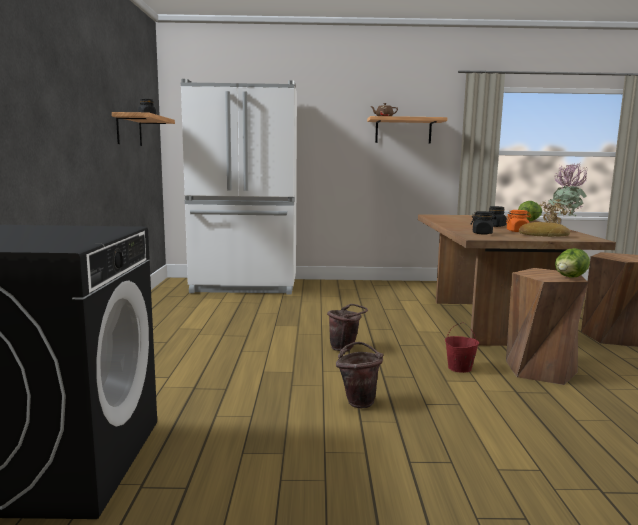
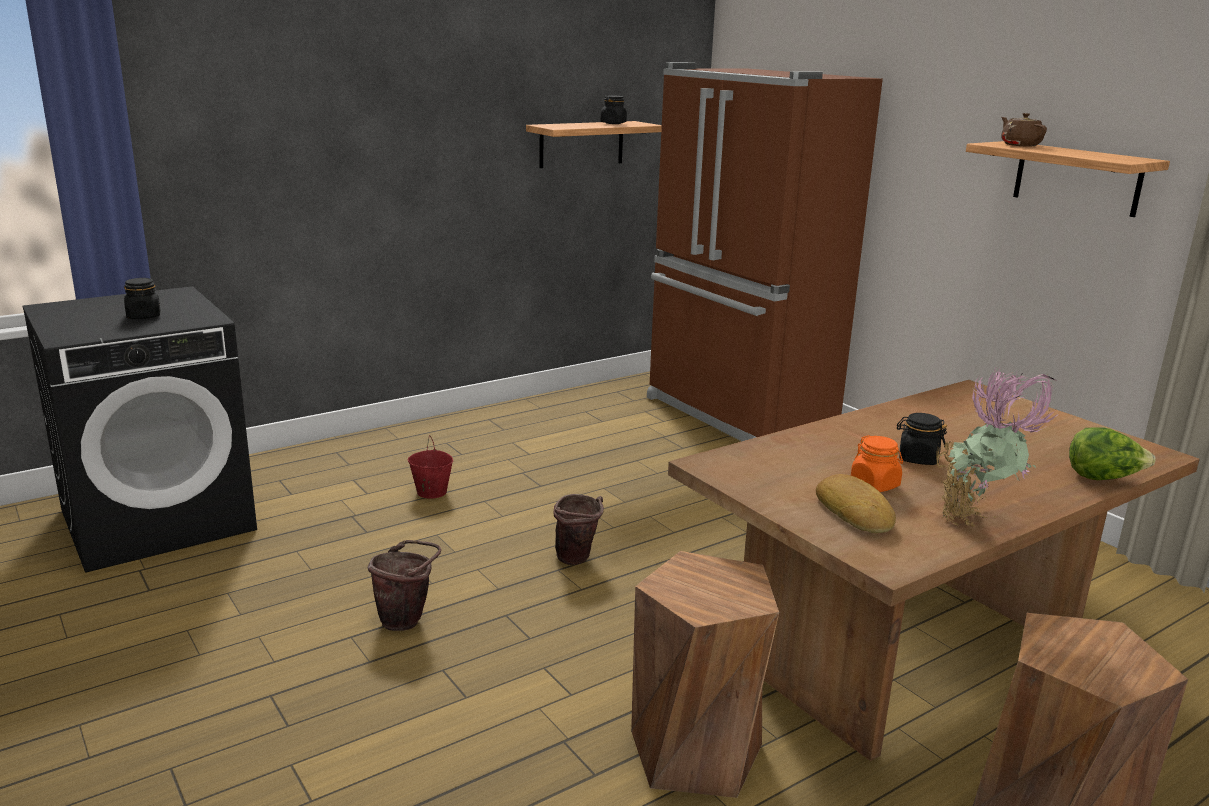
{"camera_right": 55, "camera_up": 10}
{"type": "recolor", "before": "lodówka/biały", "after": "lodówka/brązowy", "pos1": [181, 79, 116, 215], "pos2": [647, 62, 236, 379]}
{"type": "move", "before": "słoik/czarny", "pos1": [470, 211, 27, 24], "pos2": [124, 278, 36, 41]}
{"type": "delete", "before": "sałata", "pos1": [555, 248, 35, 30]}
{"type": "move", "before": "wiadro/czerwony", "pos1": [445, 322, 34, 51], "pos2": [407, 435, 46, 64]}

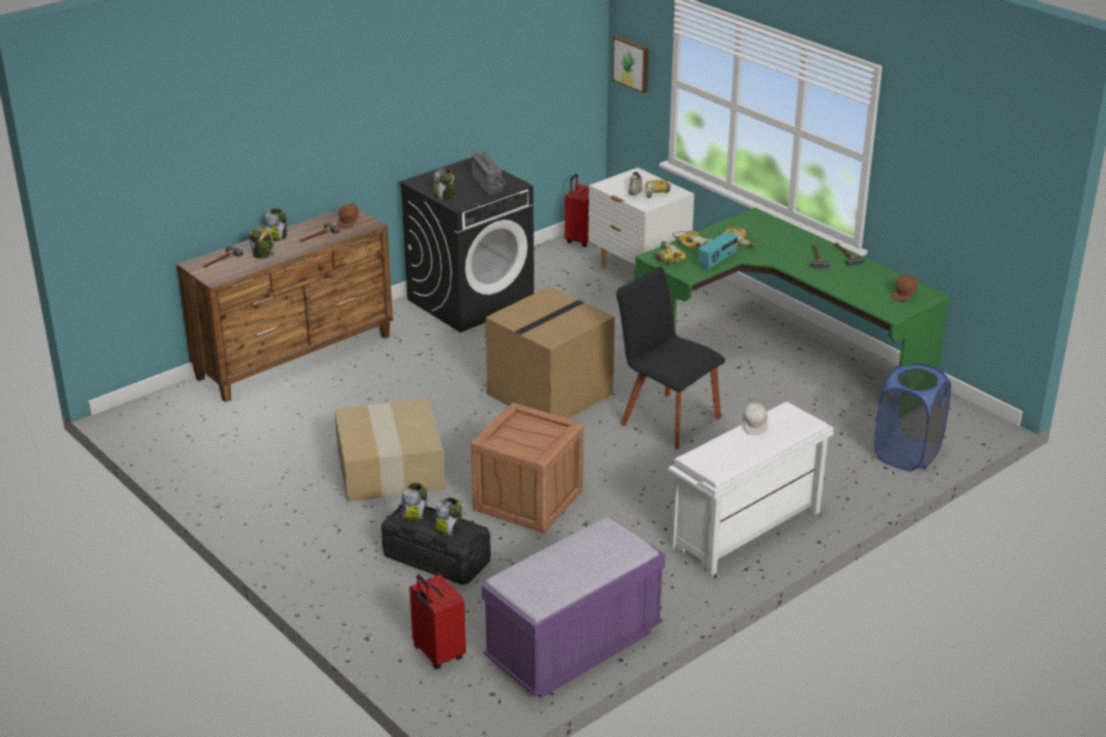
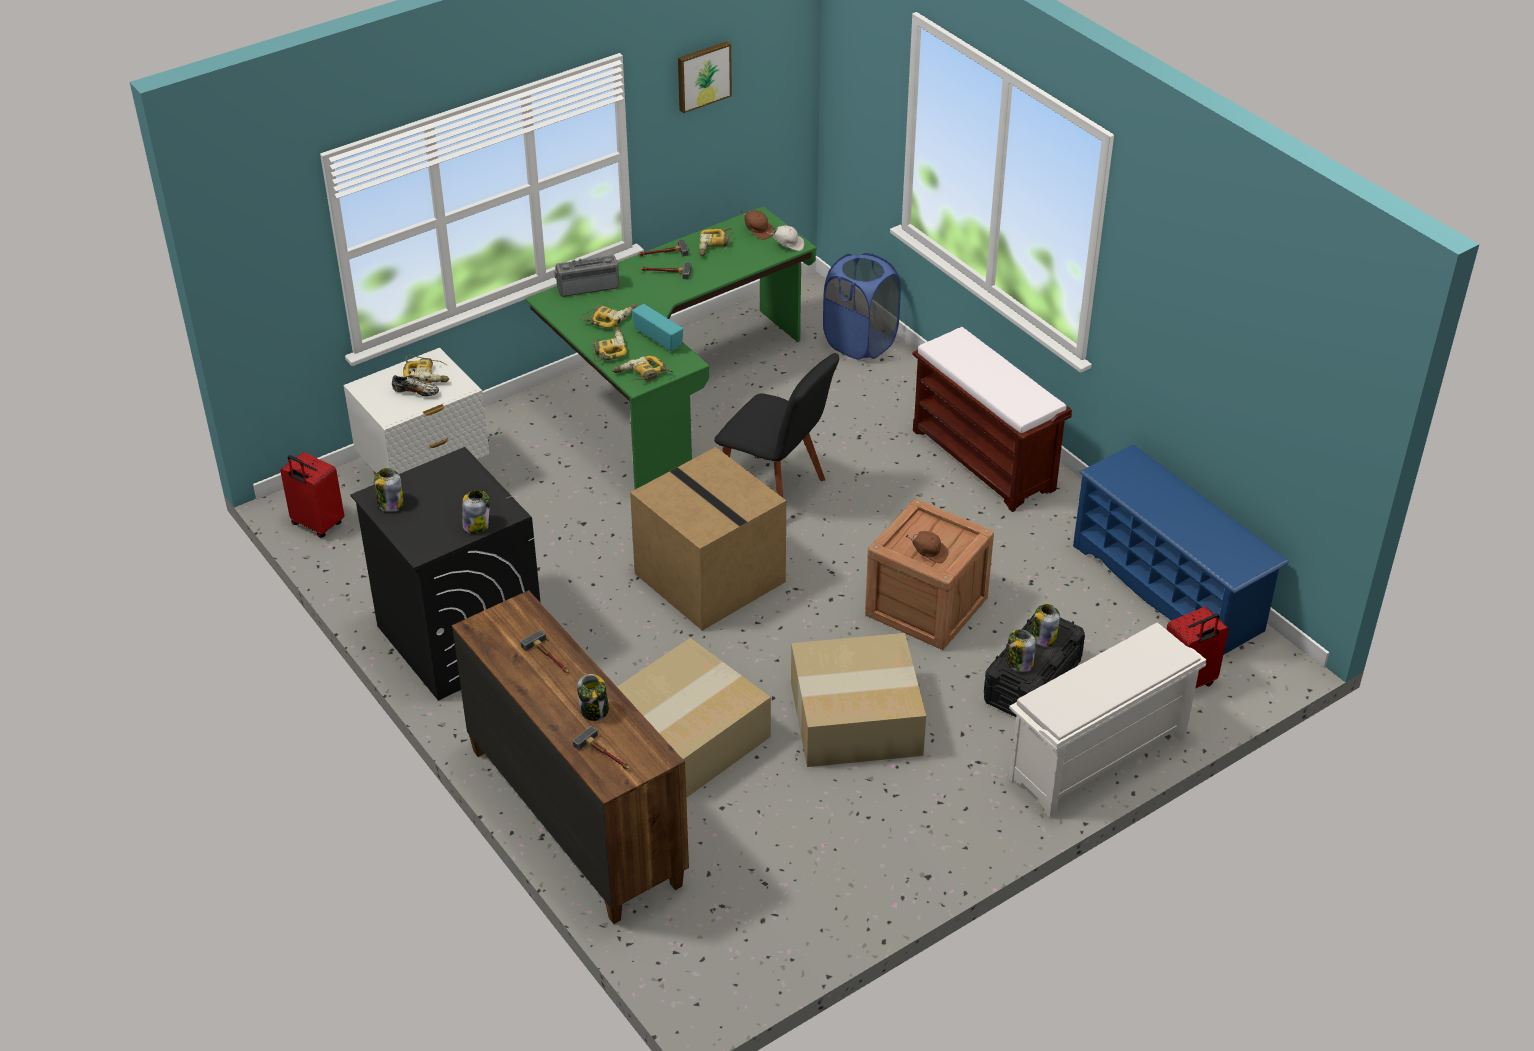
{"camera_right": -85, "camera_up": 10}
{"type": "move", "before": "obraz", "pos1": [612, 36, 37, 57], "pos2": [678, 41, 54, 72]}
{"type": "move", "before": "radio", "pos1": [472, 152, 34, 43], "pos2": [554, 255, 65, 42]}
{"type": "move", "before": "czapka z daszkiem/brązowy", "pos1": [337, 203, 22, 26], "pos2": [906, 531, 42, 32]}
{"type": "move", "before": "słoik", "pos1": [265, 208, 21, 33], "pos2": [374, 468, 30, 44]}
{"type": "rotate", "before": "krzesło/czarny", "pos1": [616, 266, 109, 183], "pos2": [714, 353, 125, 145], "turn": -105}
{"type": "move", "before": "czapka z daszkiem/biały", "pos1": [743, 400, 25, 35], "pos2": [767, 226, 37, 25]}
{"type": "recolor", "before": "ławka/biały", "after": "ławka/brązowy", "pos1": [668, 402, 166, 174], "pos2": [912, 327, 160, 185]}
{"type": "replace", "before": "ławka/fioletowy", "after": "regał na buty/niebieski", "pos1": [482, 517, 184, 181], "pos2": [1073, 445, 216, 210]}
{"type": "insert", "after": "wiertarka", "pos2": [699, 227, 34, 29]}
{"type": "insert", "after": "regał na buty/biały", "pos2": [1009, 623, 197, 195]}
{"type": "insert", "after": "karton", "pos2": [617, 638, 154, 160]}

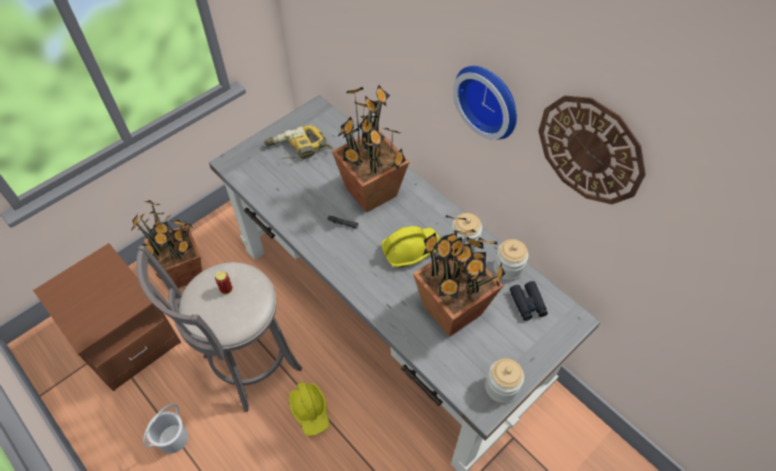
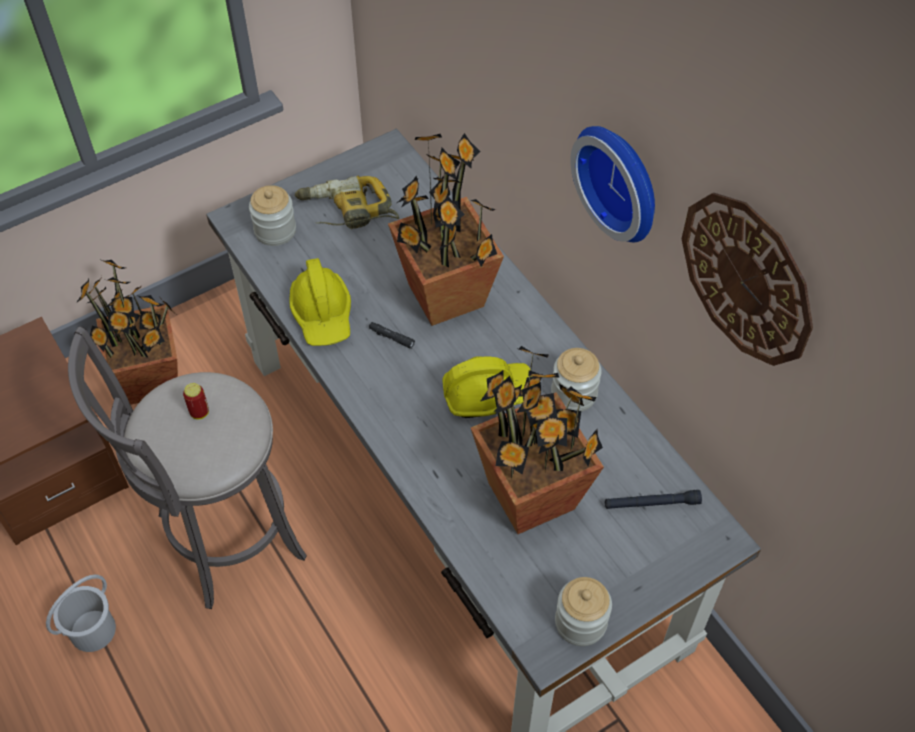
{"camera_right": 10, "camera_up": 0}
{"type": "move", "before": "słoik", "pos1": [494, 239, 34, 42], "pos2": [249, 185, 47, 61]}
{"type": "replace", "before": "lornetka/czarny", "after": "latarka/czarny", "pos1": [510, 281, 38, 40], "pos2": [605, 490, 97, 19]}
{"type": "move", "before": "kask/żółty", "pos1": [289, 381, 41, 55], "pos2": [289, 258, 62, 88]}

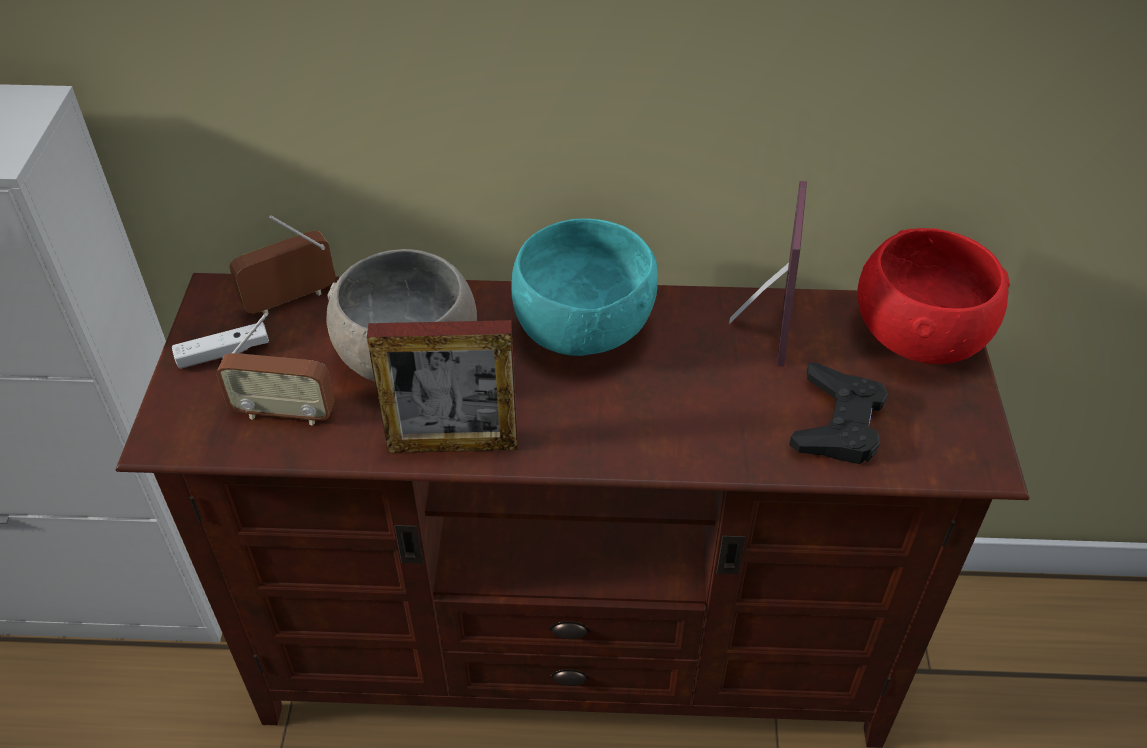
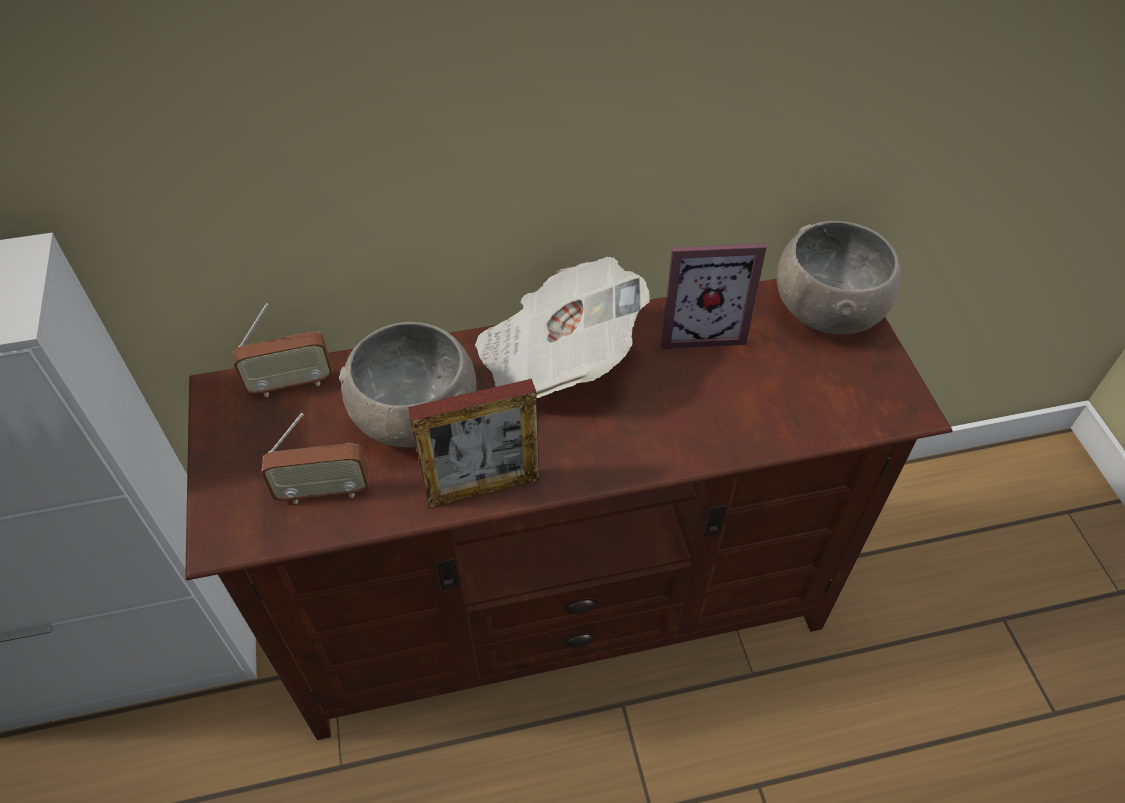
{"camera_right": -15, "camera_up": 5}
{"type": "rotate", "before": "ramka na zdjęcie", "pos1": [729, 181, 78, 185], "pos2": [661, 243, 106, 106], "turn": 90}
{"type": "rotate", "before": "radio", "pos1": [230, 215, 106, 100], "pos2": [233, 303, 100, 94], "turn": -150}
{"type": "replace", "before": "miska/turkusowy", "after": "gazeta", "pos1": [511, 219, 147, 137], "pos2": [475, 257, 175, 141]}
{"type": "recolor", "before": "miska/czerwony", "after": "miska/szary", "pos1": [857, 228, 153, 136], "pos2": [777, 221, 124, 114]}
{"type": "delete", "before": "pad do gier/biały", "pos1": [172, 322, 97, 47]}
{"type": "delete", "before": "pad do gier/czarny", "pos1": [789, 363, 99, 101]}

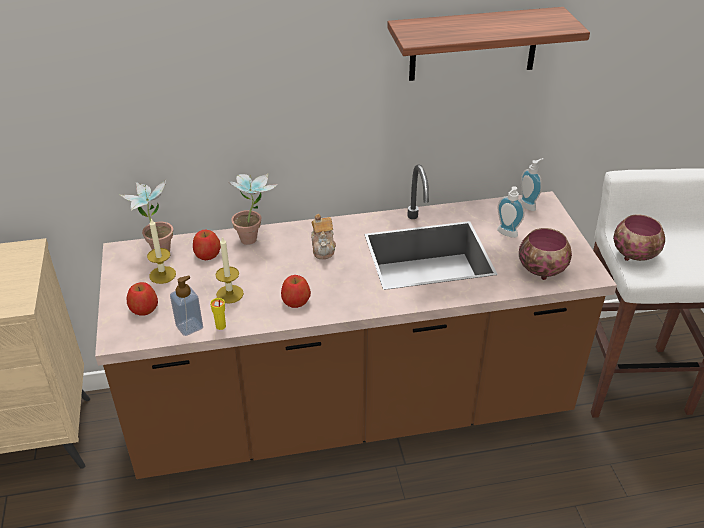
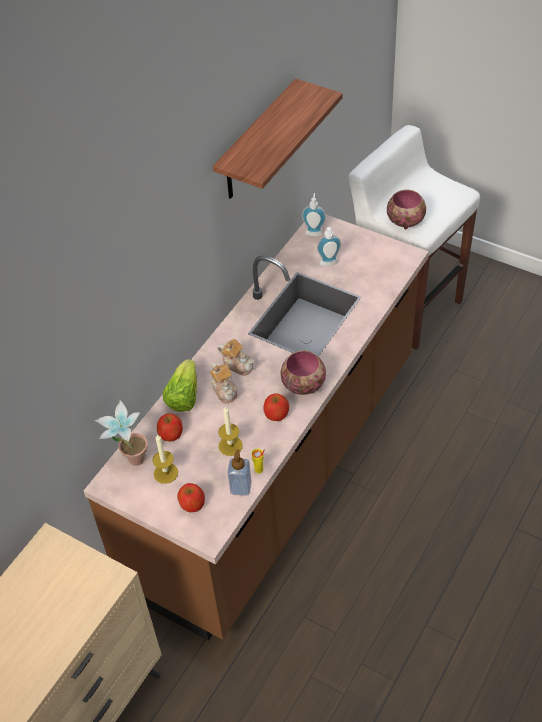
{"camera_right": -45, "camera_up": 10}
{"type": "replace", "before": "roślina doniczkowa", "after": "sałata", "pos1": [228, 173, 49, 72], "pos2": [163, 359, 34, 53]}
{"type": "move", "before": "miska", "pos1": [519, 228, 53, 52], "pos2": [280, 351, 46, 44]}
{"type": "insert", "after": "imbryk", "pos2": [210, 364, 28, 39]}

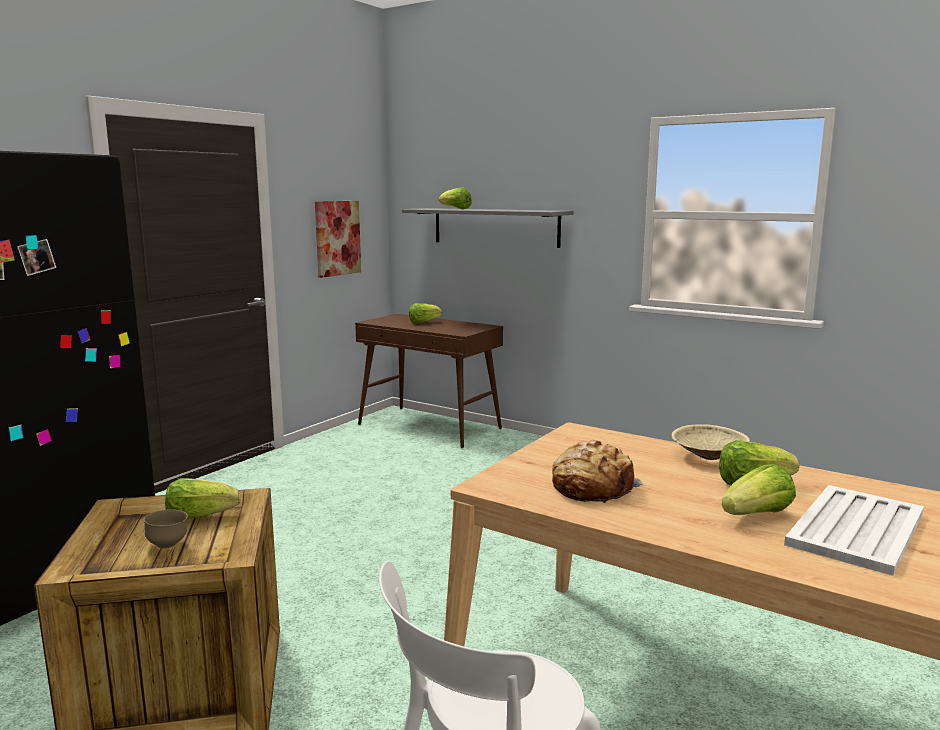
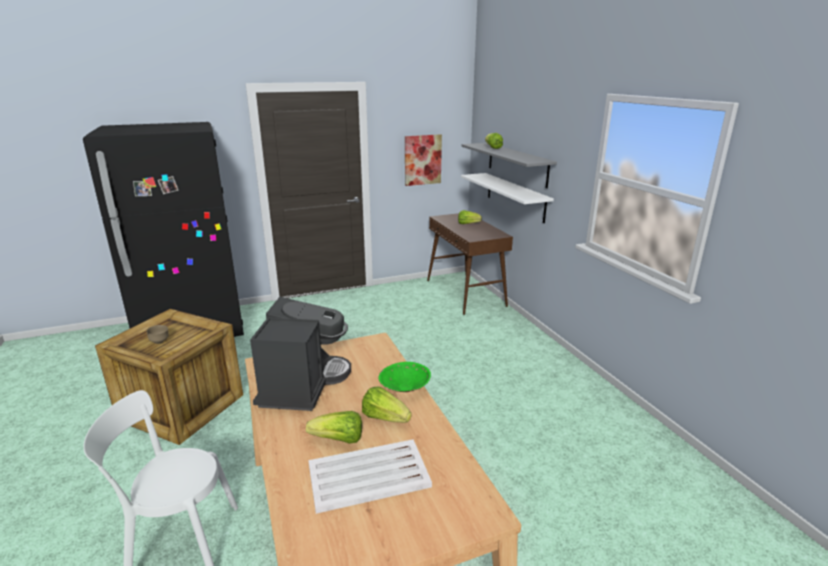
{"camera_right": 35, "camera_up": 10}
{"type": "recolor", "before": "miska/beżowy", "after": "miska/zielony", "pos1": [672, 424, 78, 36], "pos2": [378, 362, 53, 30]}
{"type": "replace", "before": "chleb", "after": "ekspres do kawy", "pos1": [552, 440, 94, 63], "pos2": [250, 297, 101, 114]}
{"type": "delete", "before": "sałata", "pos1": [165, 478, 76, 42]}
{"type": "insert", "after": "półka/biały", "pos2": [461, 173, 93, 50]}

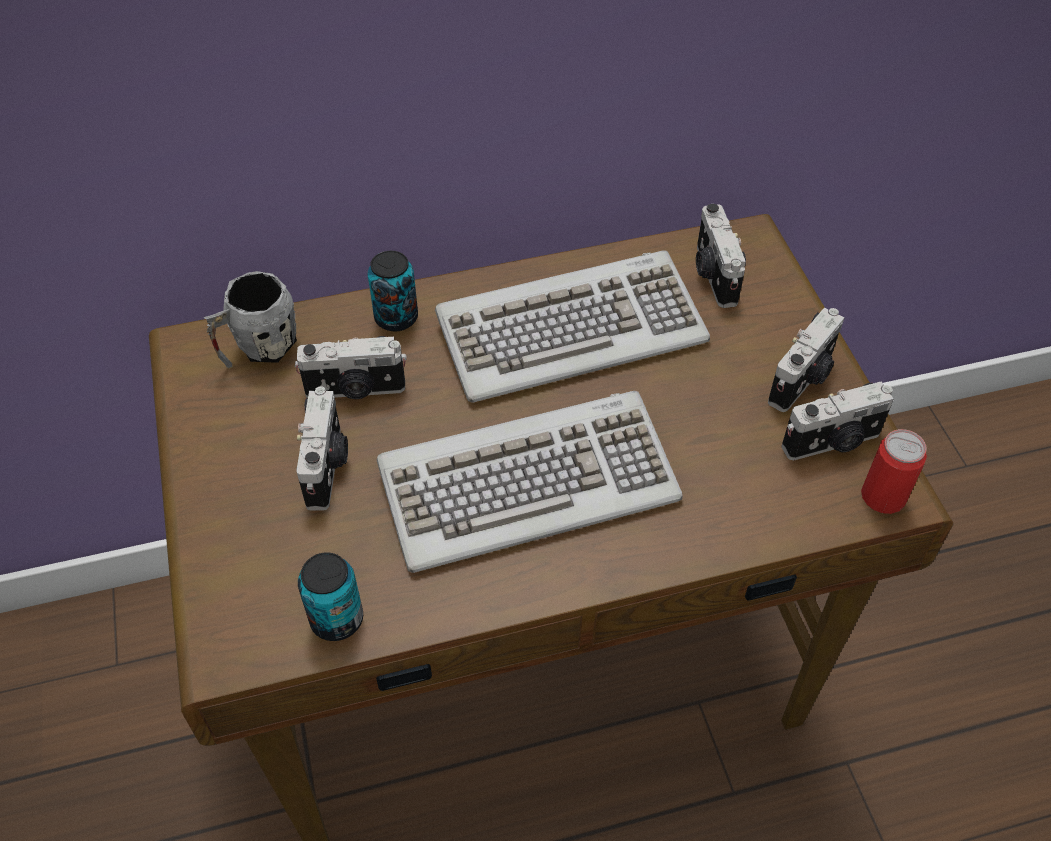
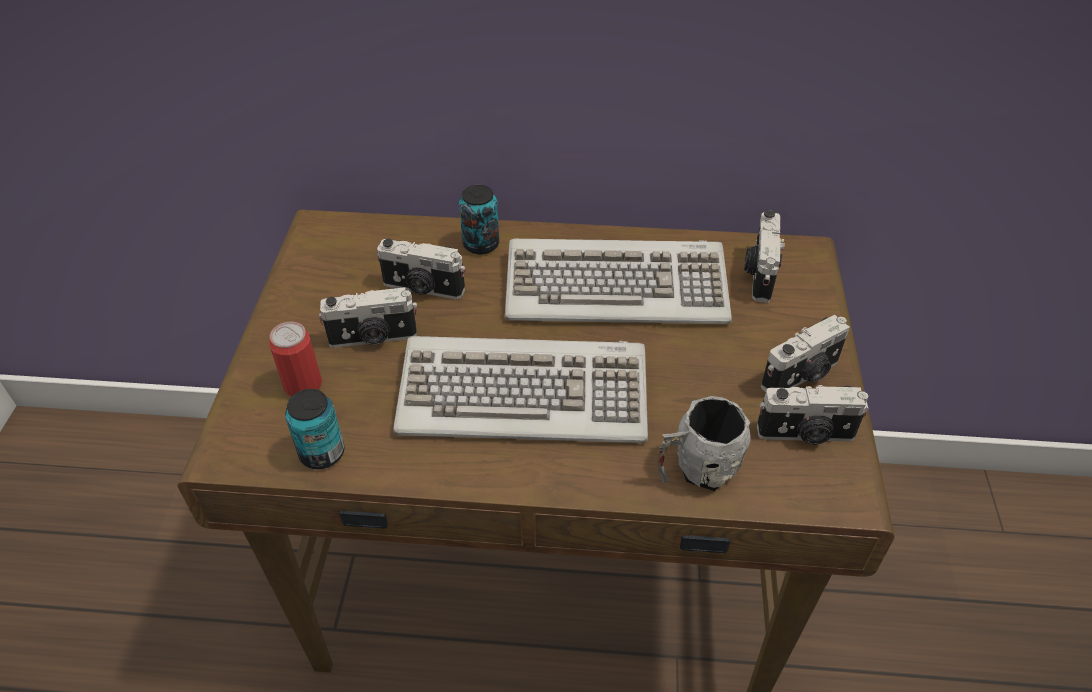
{"camera_right": 20, "camera_up": -5}
{"type": "move", "before": "kubek/szary", "pos1": [203, 271, 94, 98], "pos2": [658, 396, 93, 95]}
{"type": "rotate", "before": "aparat fotograficzny", "pos1": [296, 386, 52, 125], "pos2": [319, 287, 98, 61], "turn": 60}
{"type": "move", "before": "puszka", "pos1": [861, 429, 66, 85], "pos2": [269, 322, 53, 74]}

